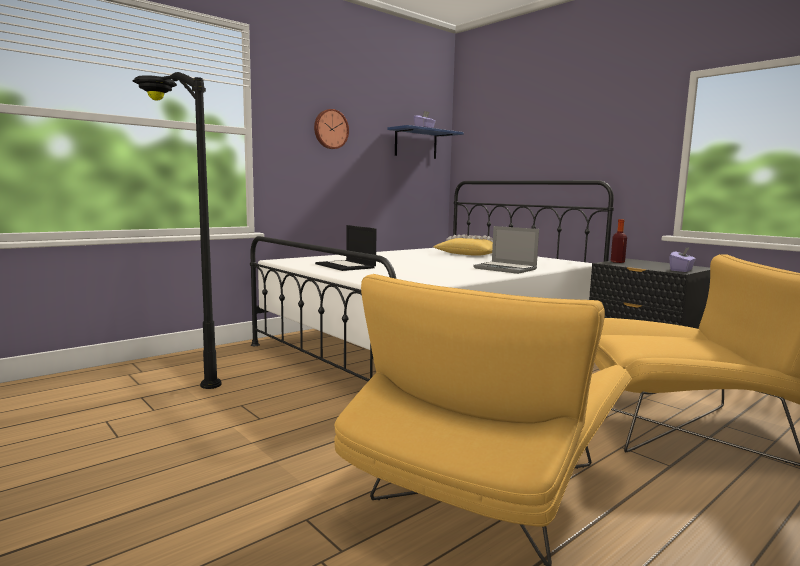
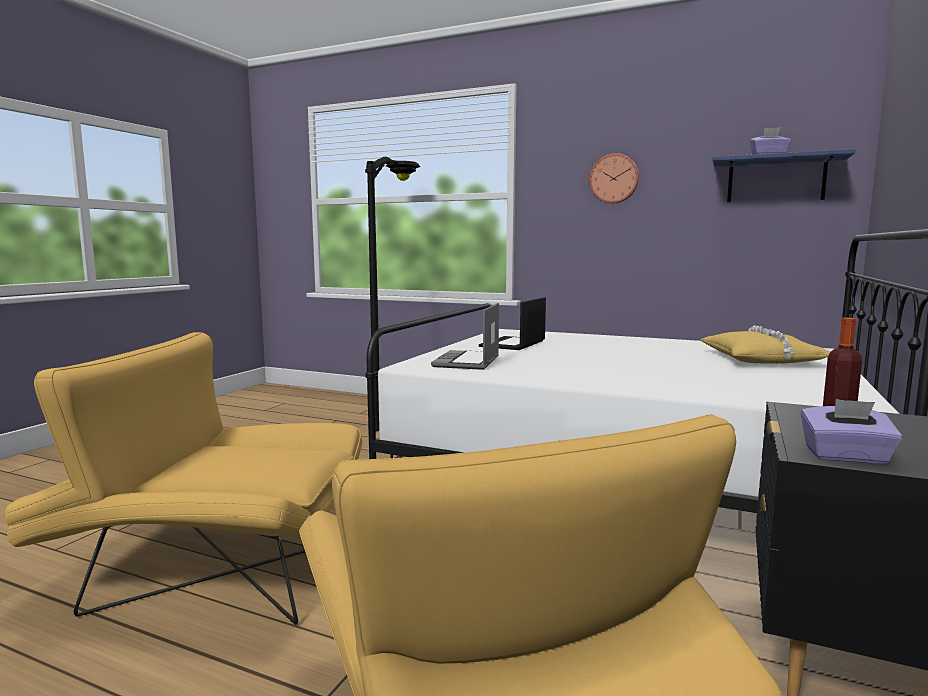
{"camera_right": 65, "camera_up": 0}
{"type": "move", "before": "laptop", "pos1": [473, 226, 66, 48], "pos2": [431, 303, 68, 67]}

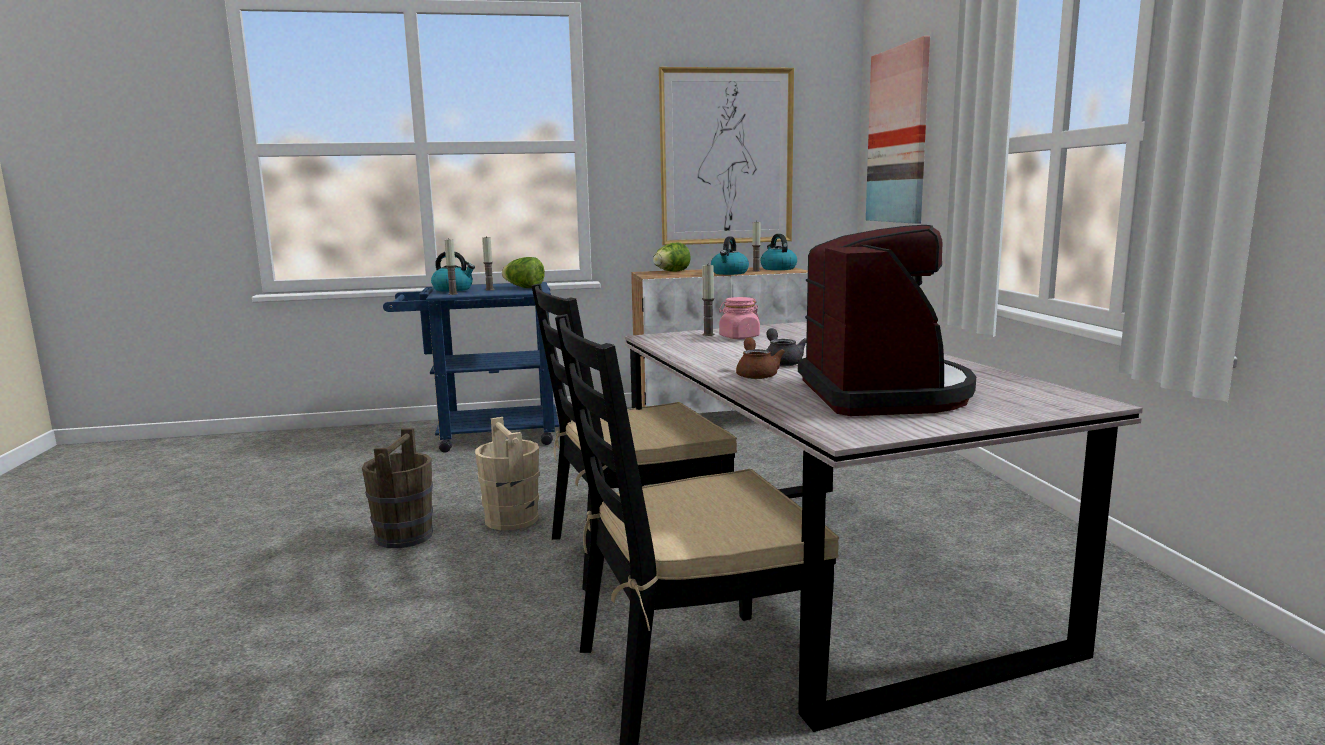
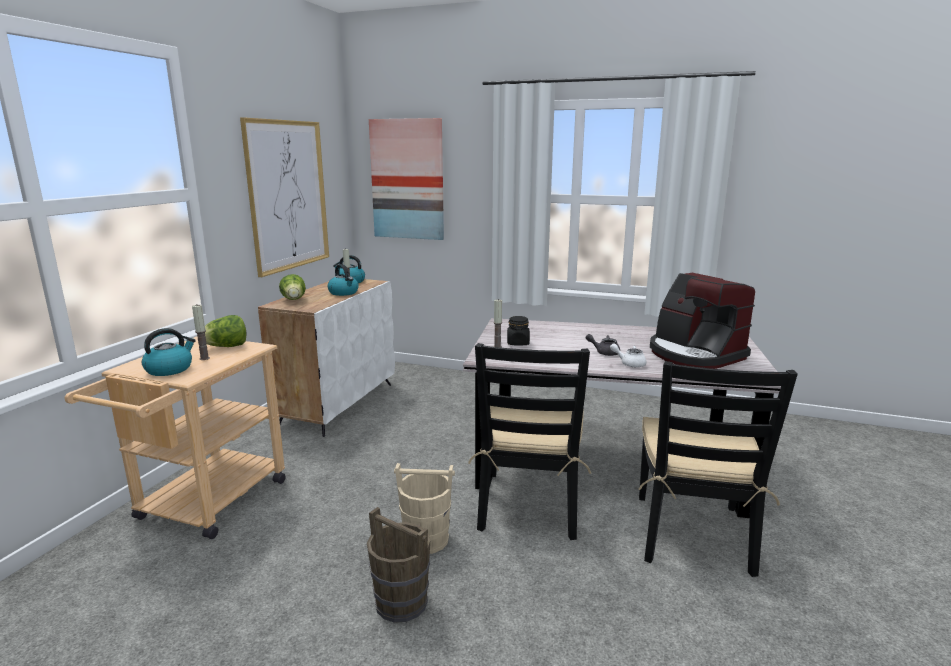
{"camera_right": -60, "camera_up": 5}
{"type": "rotate", "before": "ekspres do kawy", "pos1": [798, 225, 178, 191], "pos2": [650, 273, 105, 96], "turn": -150}
{"type": "delete", "before": "świeca", "pos1": [444, 238, 14, 57]}
{"type": "recolor", "before": "wózek/niebieski", "after": "wózek/beżowy", "pos1": [383, 282, 176, 171], "pos2": [65, 336, 221, 203]}
{"type": "recolor", "before": "słoik/różowy", "after": "słoik/czarny", "pos1": [719, 297, 41, 42], "pos2": [507, 316, 23, 30]}
{"type": "recolor", "before": "imbryk/brązowy", "after": "imbryk/biały", "pos1": [736, 338, 49, 41], "pos2": [610, 344, 36, 23]}

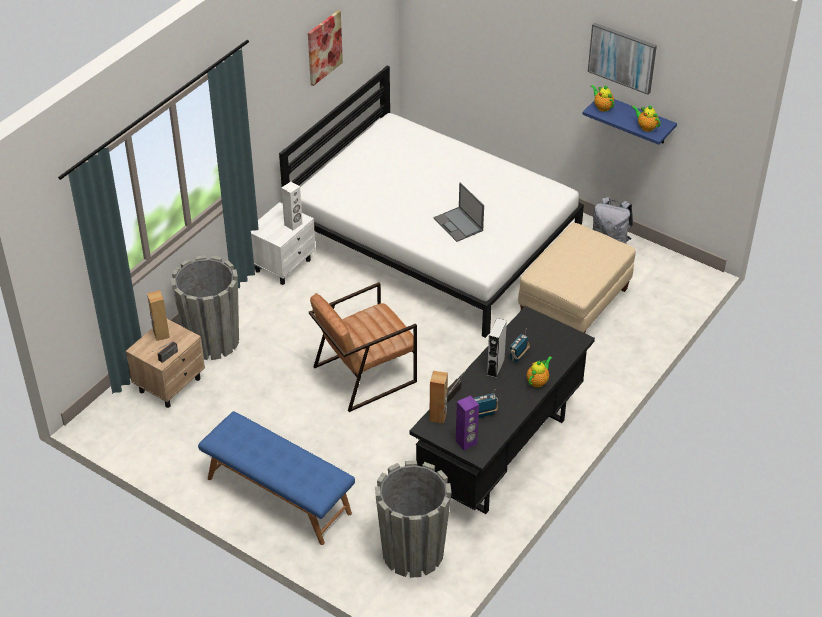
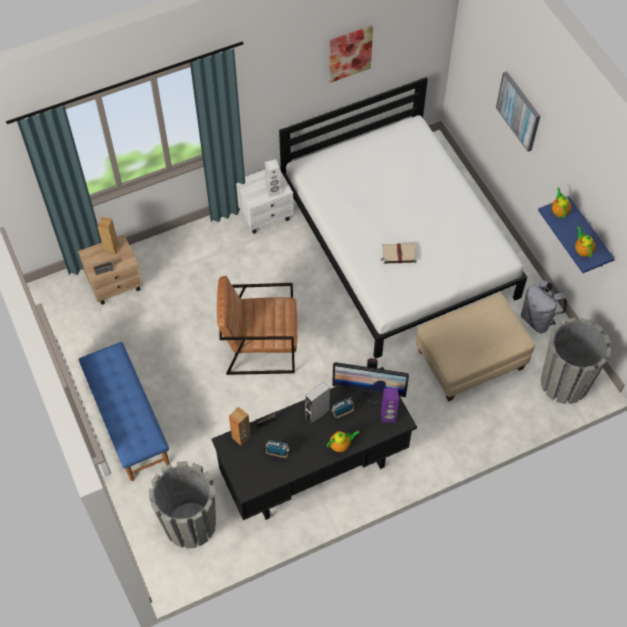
{"camera_right": 30, "camera_up": 15}
{"type": "move", "before": "obraz", "pos1": [588, 23, 69, 72], "pos2": [496, 71, 44, 81]}
{"type": "replace", "before": "laptop", "after": "książka/beżowy", "pos1": [433, 182, 51, 60], "pos2": [381, 243, 36, 21]}
{"type": "move", "before": "donica/szary", "pos1": [171, 255, 68, 105], "pos2": [540, 318, 71, 86]}
{"type": "move", "before": "głośnik/fioletowy", "pos1": [456, 396, 23, 54], "pos2": [381, 388, 18, 35]}
{"type": "insert", "after": "monitor", "pos2": [332, 358, 77, 46]}

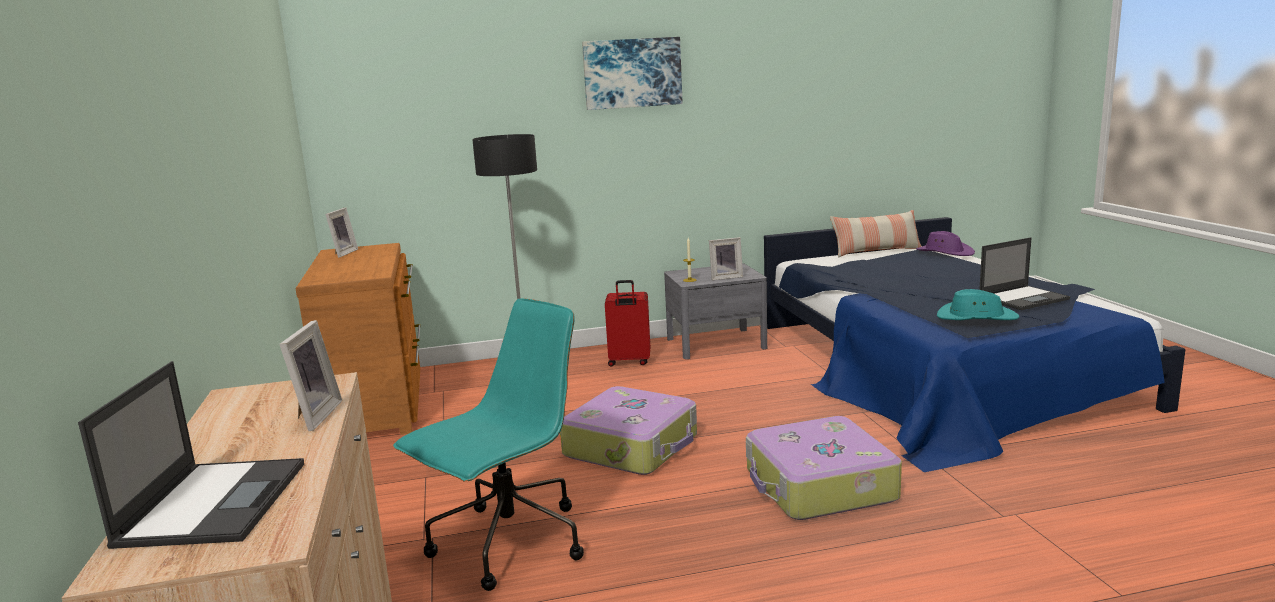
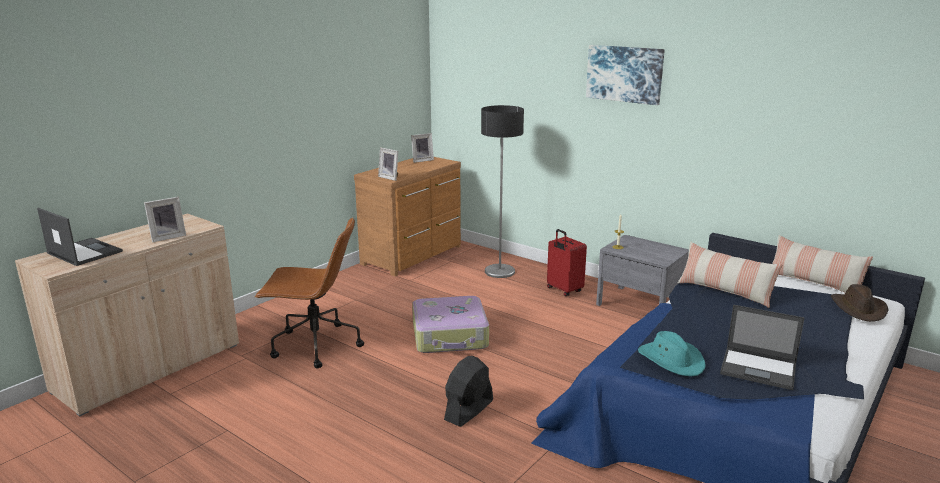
{"camera_right": 50, "camera_up": 5}
{"type": "recolor", "before": "kapelusz/fioletowy", "after": "kapelusz/brązowy", "pos1": [916, 231, 59, 25], "pos2": [831, 284, 58, 38]}
{"type": "move", "before": "ramka na zdjęcie", "pos1": [709, 237, 34, 43], "pos2": [378, 148, 20, 33]}
{"type": "recolor", "before": "krzesło biurowe/turkusowy", "after": "krzesło biurowe/brązowy", "pos1": [393, 299, 191, 292], "pos2": [255, 217, 109, 151]}
{"type": "rotate", "before": "laptop", "pos1": [78, 361, 226, 188], "pos2": [37, 208, 86, 58], "turn": -105}
{"type": "replace", "before": "walizka", "after": "wentylator/czarny", "pos1": [746, 416, 156, 104], "pos2": [444, 356, 49, 71]}
{"type": "insert", "after": "poduszka", "pos2": [678, 242, 105, 66]}

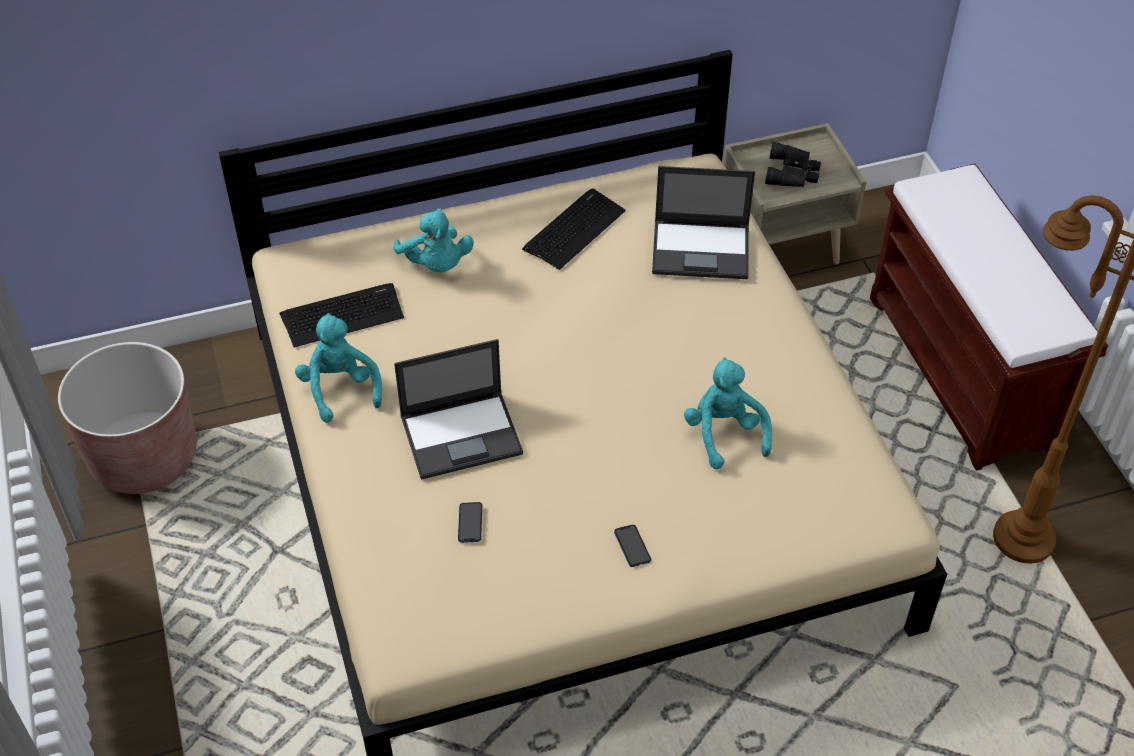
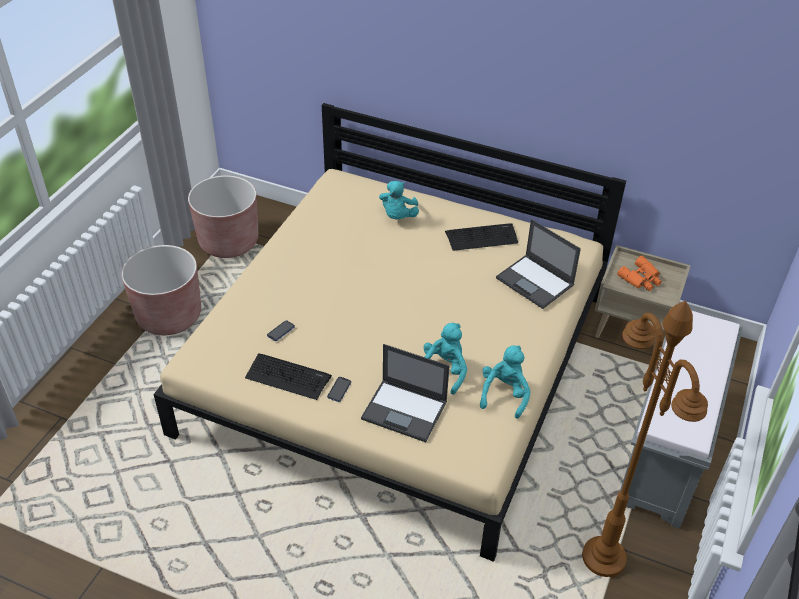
{"camera_right": 40, "camera_up": -5}
{"type": "recolor", "before": "lornetka/czarny", "after": "lornetka/pomarańczowy", "pos1": [765, 142, 56, 45], "pos2": [617, 256, 45, 35]}
{"type": "recolor", "before": "ławka/brązowy", "after": "ławka/szary", "pos1": [870, 164, 238, 307], "pos2": [620, 310, 123, 219]}
{"type": "move", "before": "klawiatura", "pos1": [280, 283, 124, 64], "pos2": [245, 353, 87, 47]}
{"type": "move", "before": "pluszak/turkusowy", "pos1": [295, 313, 87, 110], "pos2": [480, 345, 50, 74]}
{"type": "move", "before": "laptop", "pos1": [394, 339, 129, 141], "pos2": [361, 344, 88, 98]}
{"type": "insert", "after": "donica/brązowy", "pos2": [121, 245, 80, 90]}

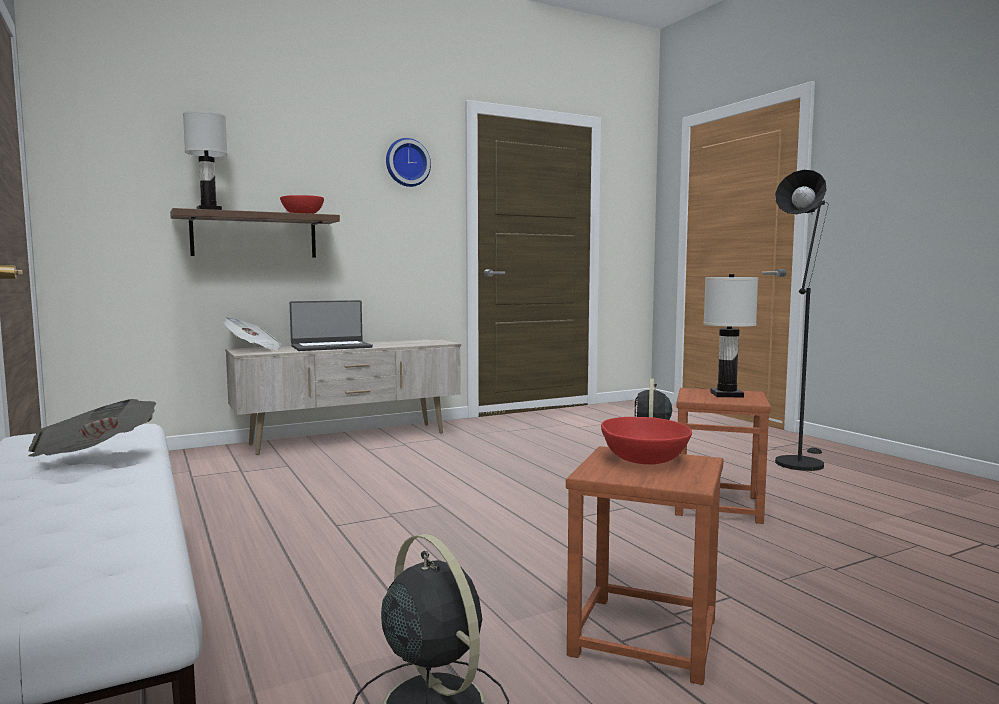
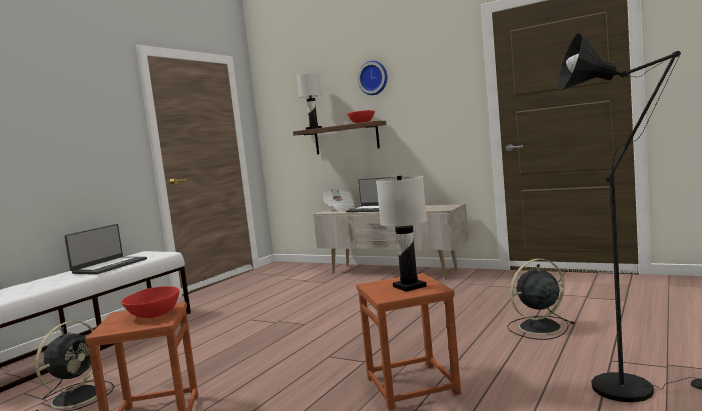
{"camera_right": 60, "camera_up": 0}
{"type": "move", "before": "zegar ścienny", "pos1": [386, 138, 45, 49], "pos2": [358, 61, 29, 34]}
{"type": "replace", "before": "gazeta", "after": "laptop", "pos1": [28, 399, 128, 58], "pos2": [64, 224, 83, 50]}

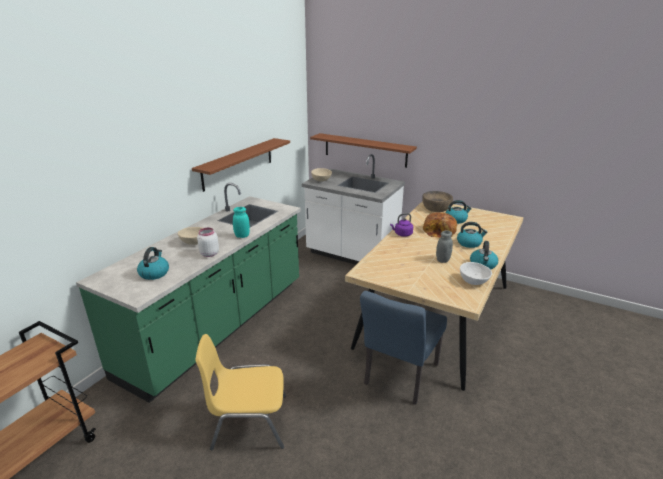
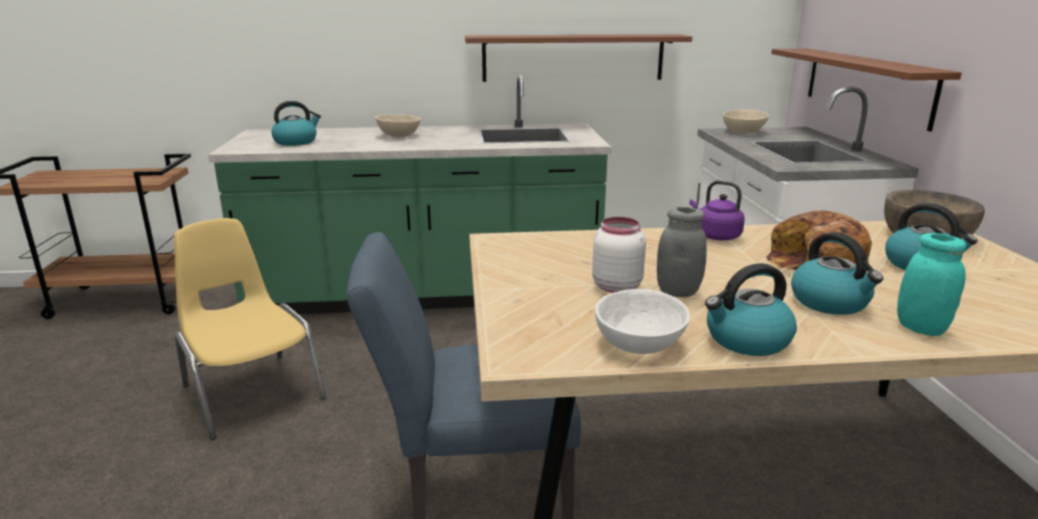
{"camera_right": 55, "camera_up": -5}
{"type": "move", "before": "słoik/turkusowy", "pos1": [233, 207, 17, 31], "pos2": [897, 233, 70, 103]}
{"type": "move", "before": "słoik/biały", "pos1": [197, 228, 22, 29], "pos2": [592, 217, 54, 76]}

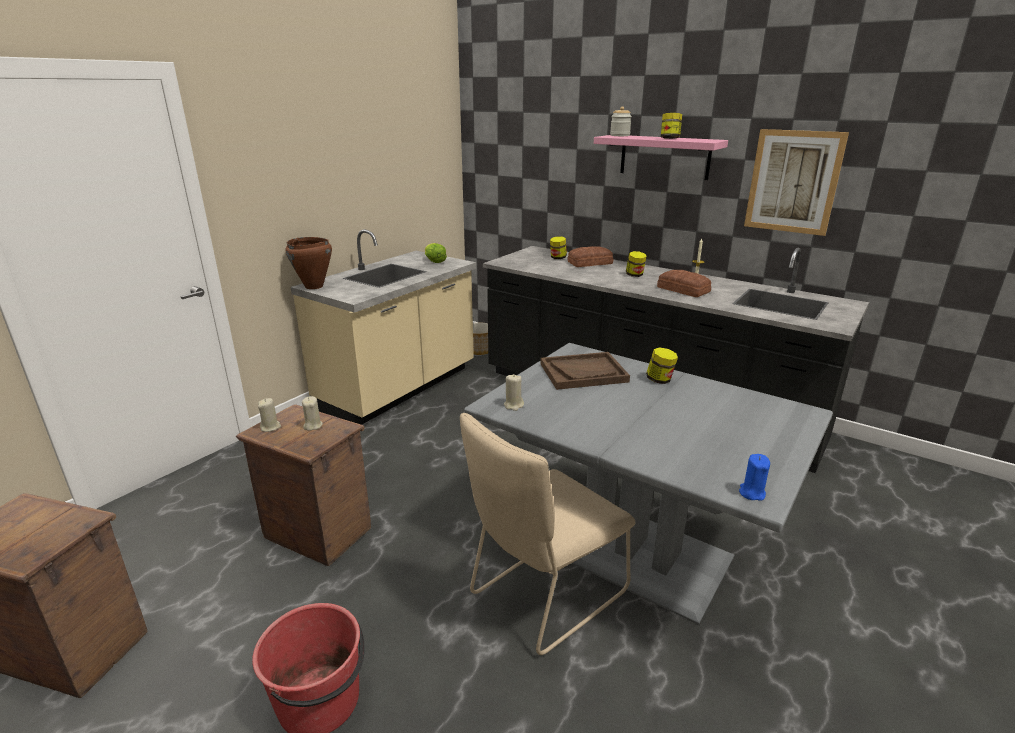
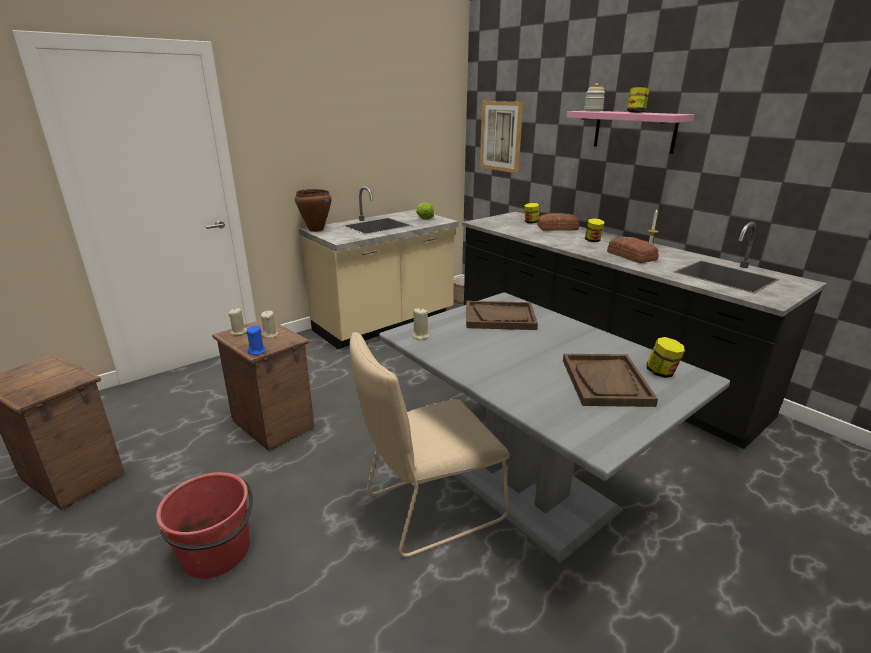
{"camera_right": 15, "camera_up": 0}
{"type": "move", "before": "obraz", "pos1": [744, 129, 105, 107], "pos2": [480, 101, 43, 72]}
{"type": "move", "before": "słoik", "pos1": [646, 347, 32, 37], "pos2": [647, 337, 38, 41]}
{"type": "move", "before": "świeca/niebieski", "pos1": [739, 454, 31, 47], "pos2": [246, 326, 19, 29]}
{"type": "insert", "after": "taca/brązowy", "pos2": [563, 354, 95, 53]}

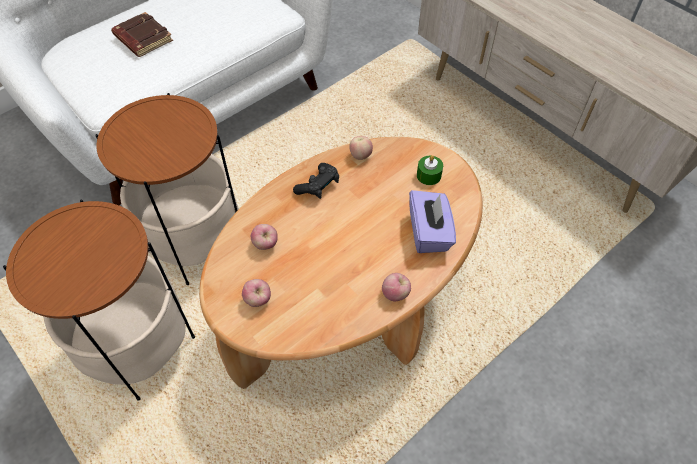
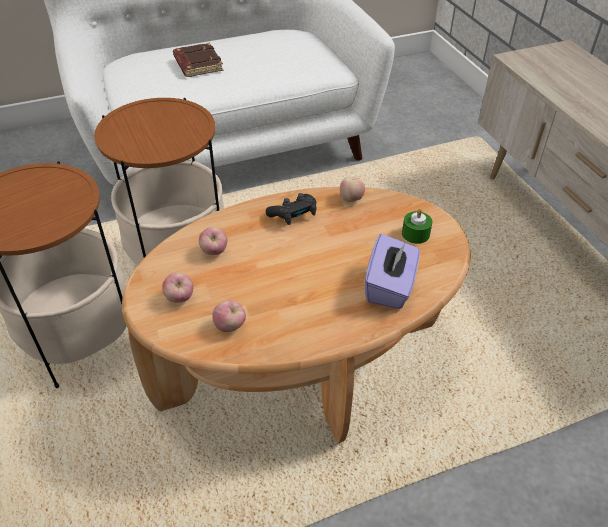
{"camera_right": 20, "camera_up": -10}
{"type": "move", "before": "jabłko", "pos1": [382, 273, 29, 28], "pos2": [212, 300, 34, 32]}

